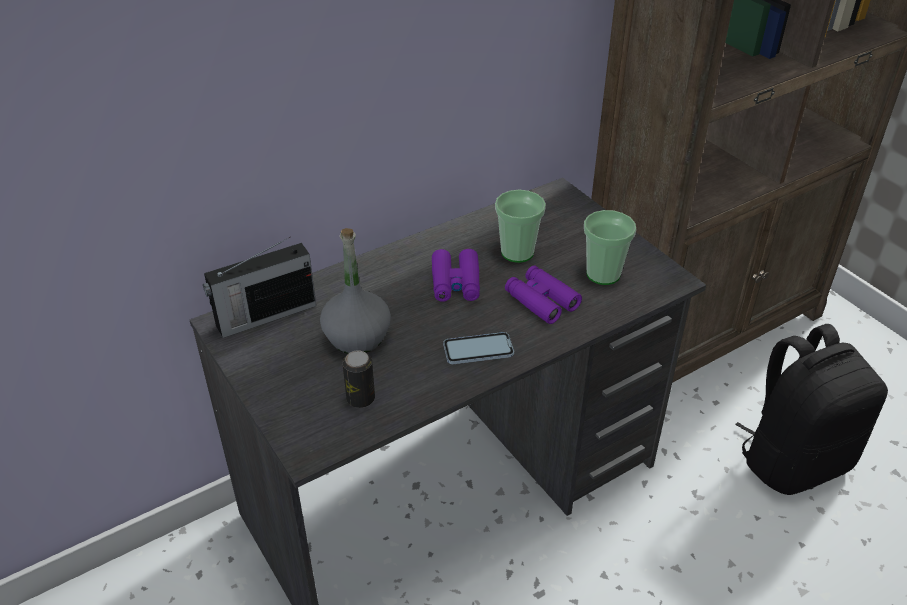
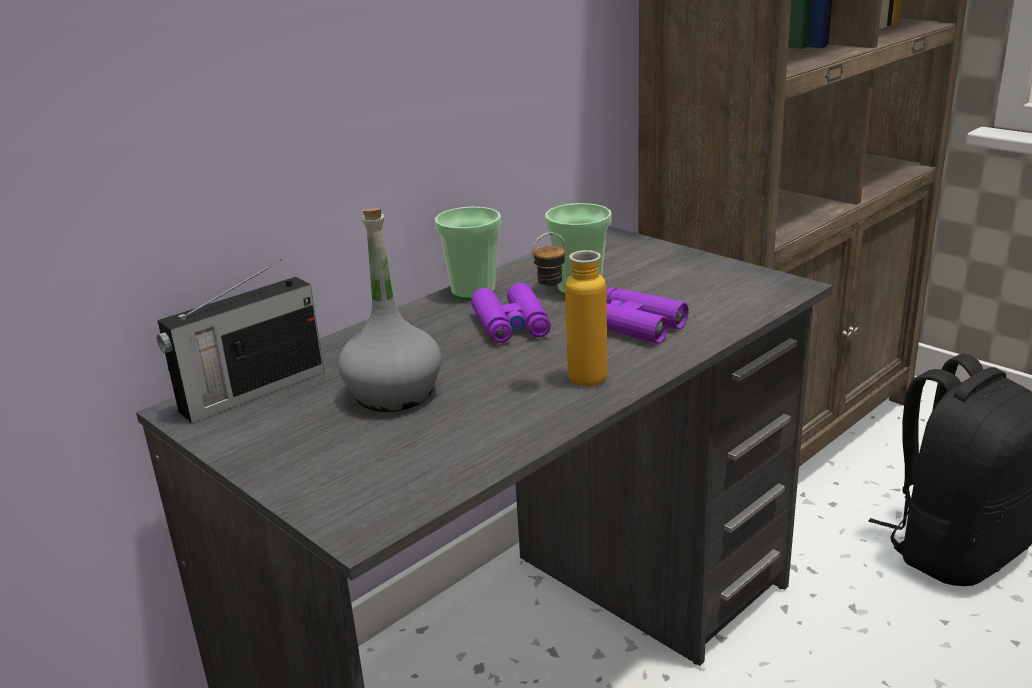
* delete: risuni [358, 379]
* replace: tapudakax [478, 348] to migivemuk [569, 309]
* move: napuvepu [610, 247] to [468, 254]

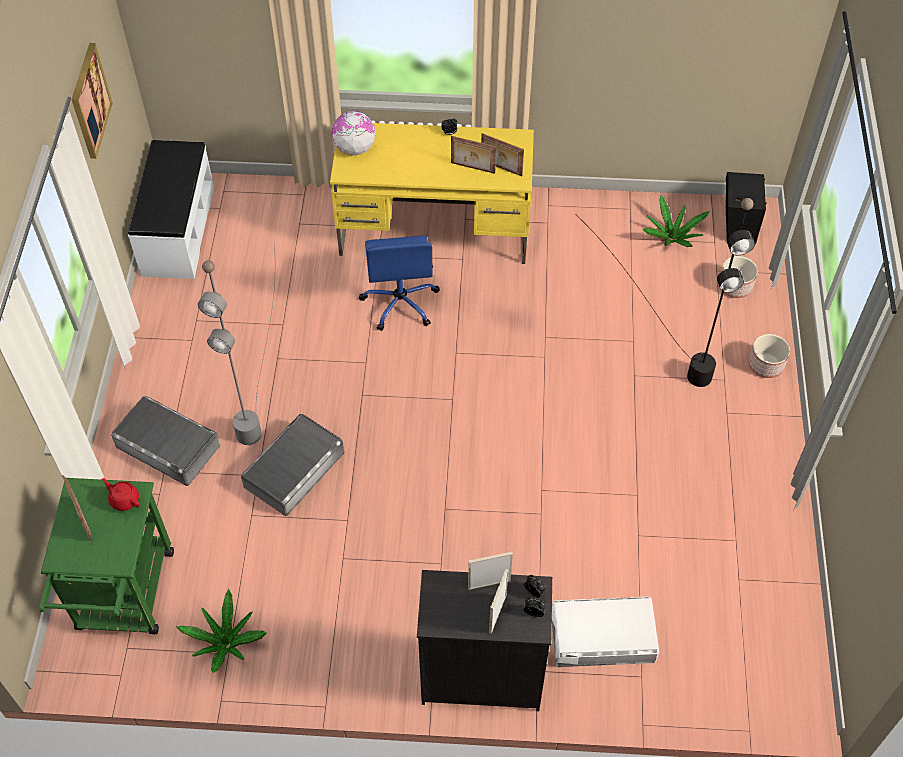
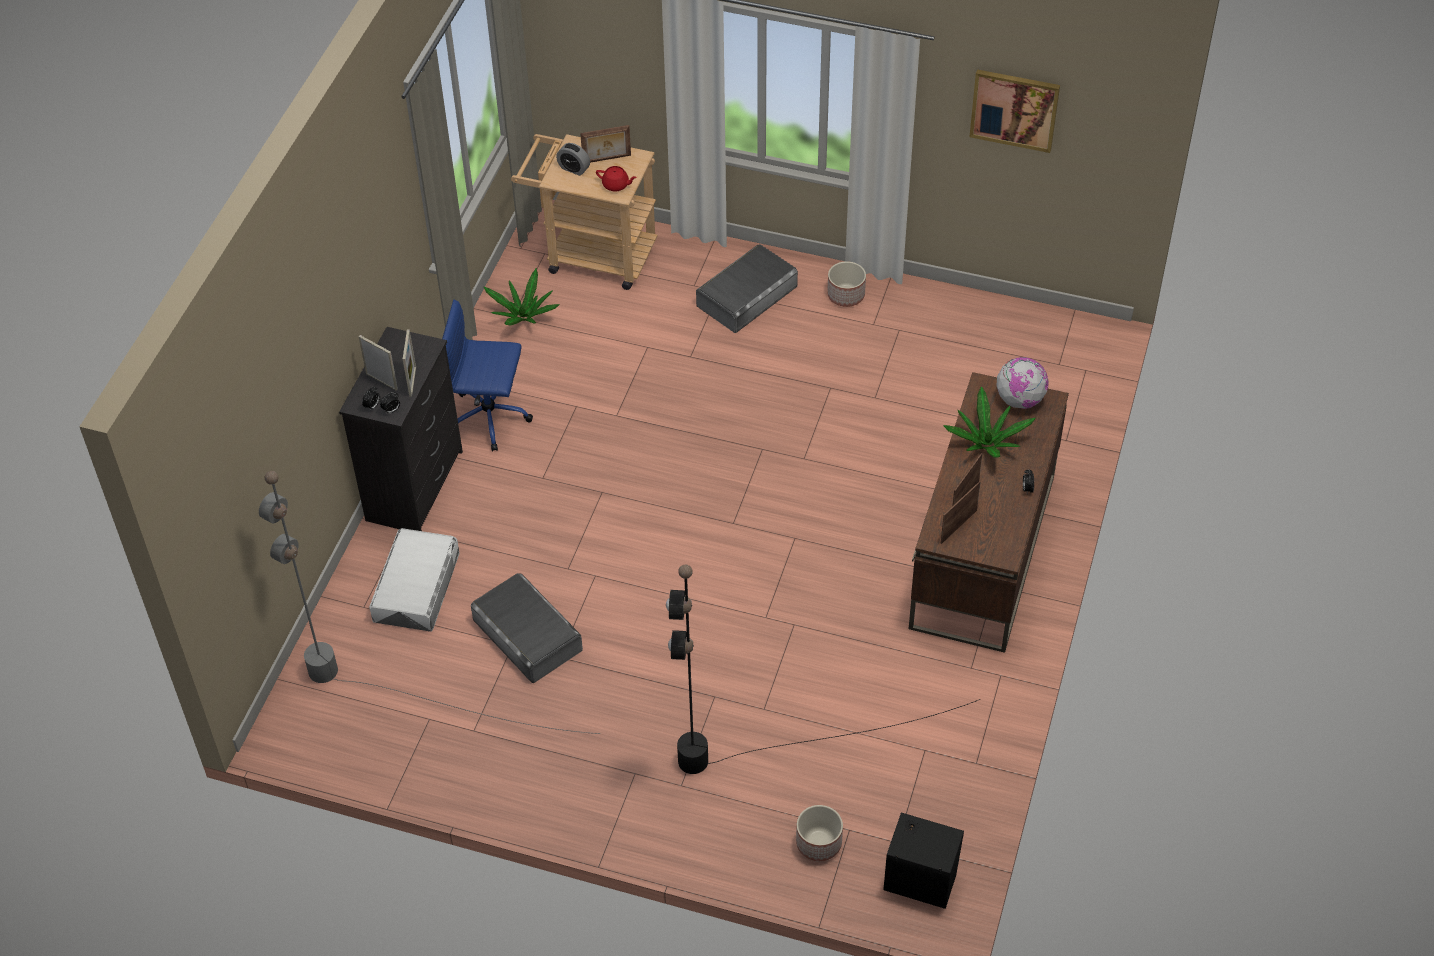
* recolor: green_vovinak [106, 556] to beige_vovinak [584, 212]
* rotate: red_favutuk [121, 494] = [616, 178] 60 degrees clockwise
* delete: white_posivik [171, 209]
* move: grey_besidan [236, 344] to [429, 602]
* move: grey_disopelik [292, 465] to [527, 628]
* recolor: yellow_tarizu [432, 193] to brown_tarizu [989, 512]
* move: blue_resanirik [399, 283] to [487, 376]
* move: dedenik [675, 221] to [989, 422]
* move: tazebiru [769, 356] to [846, 284]
* insert: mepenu [573, 159]

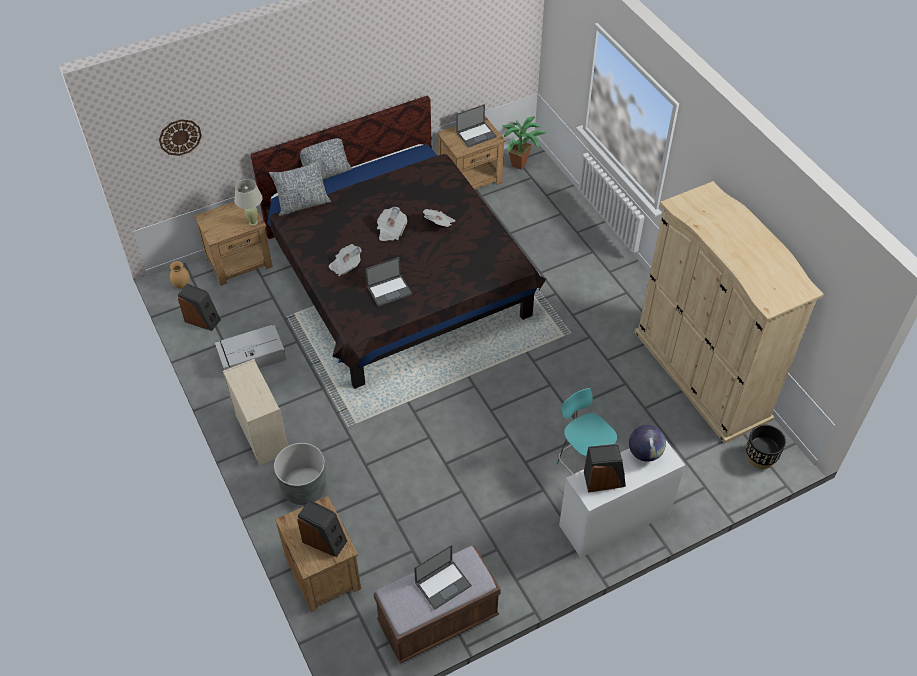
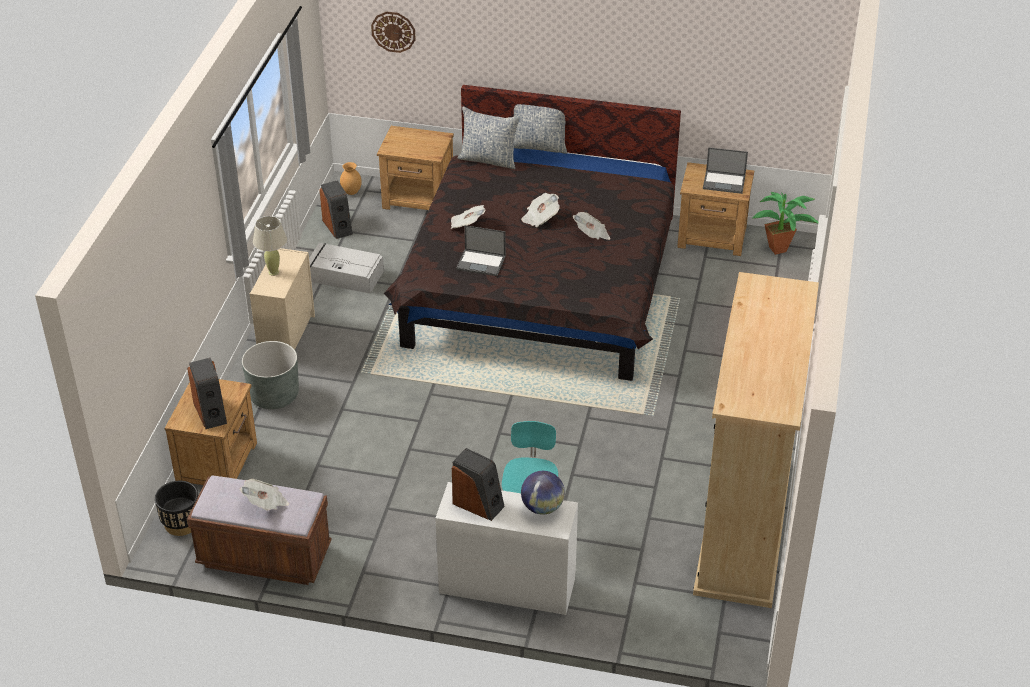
* move: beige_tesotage [248, 202] to [270, 246]
* replace: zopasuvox [443, 577] to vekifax [264, 495]
* move: black_tazebiru [766, 447] to [177, 508]

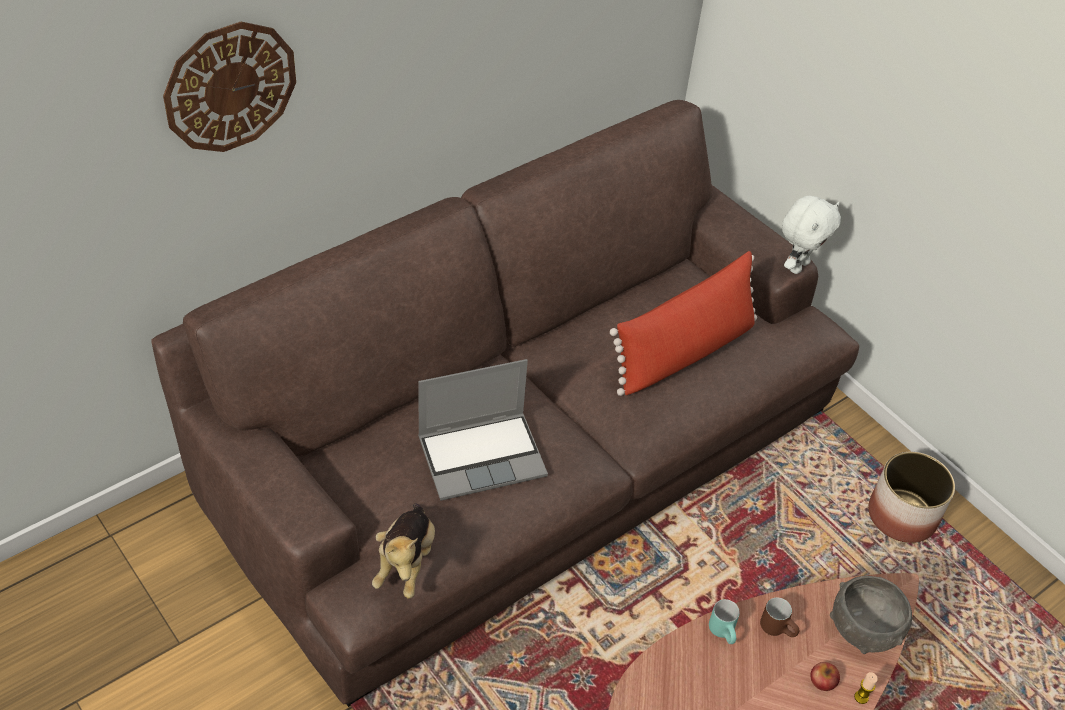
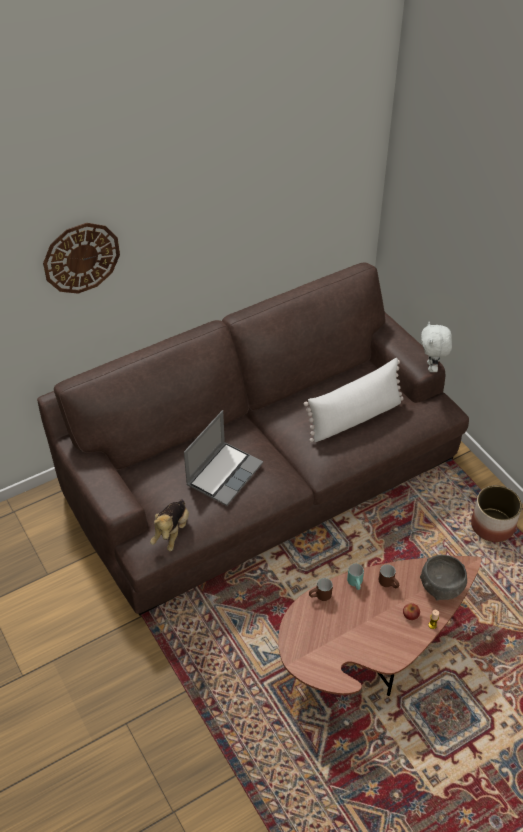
* rotate: zopasuvox [483, 430] = [223, 458] 45 degrees counterclockwise
* recolor: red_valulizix [683, 323] to white_valulizix [354, 400]
* rotate: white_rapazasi [811, 235] = [436, 347] 135 degrees clockwise
* insert: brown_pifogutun [321, 589]

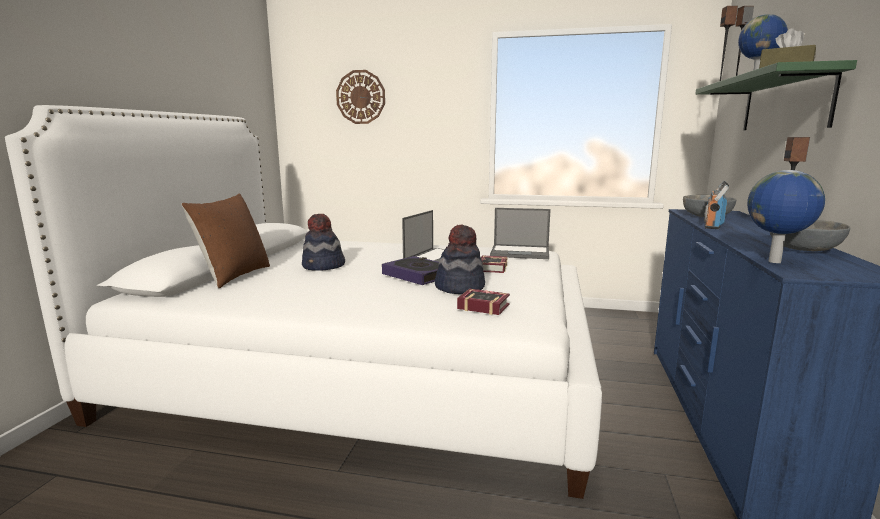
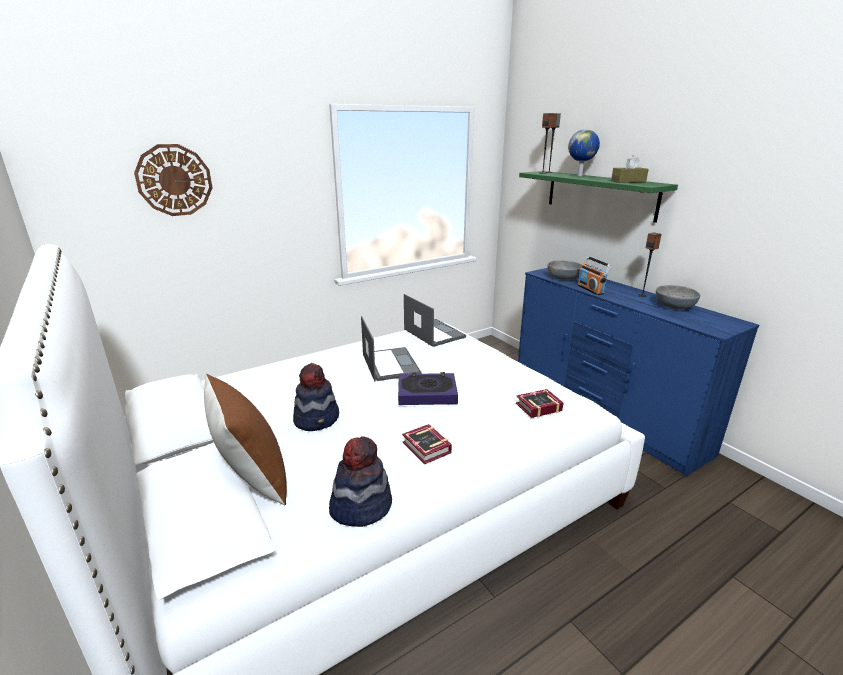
* move: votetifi [460, 259] to [360, 481]
* move: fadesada [494, 264] to [427, 444]
* rotate: zopasuvox [520, 233] = [435, 320] 90 degrees counterclockwise
* delete: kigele [786, 216]

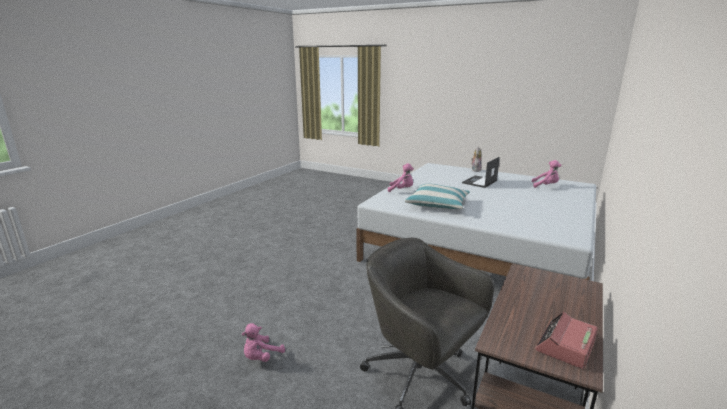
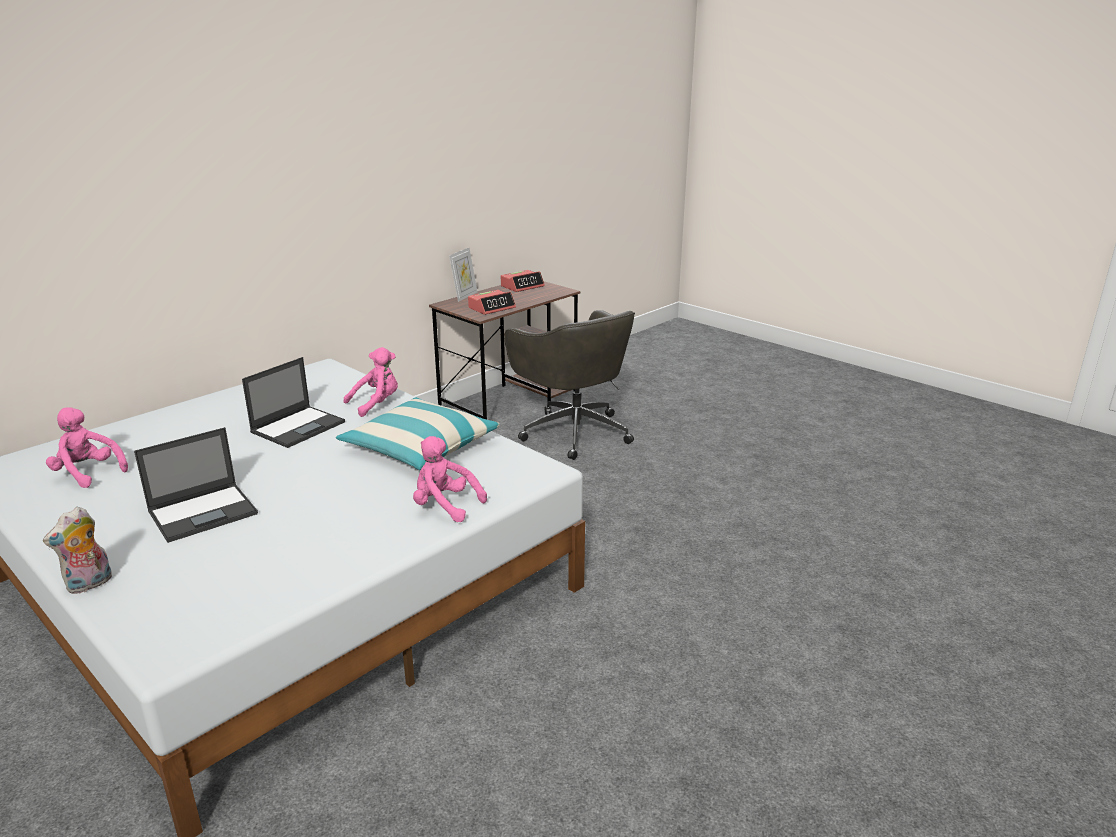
* move: pink_rapazasi [263, 342] to [371, 382]
* insert: zopasuvox [293, 402]
* insert: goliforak [463, 275]
* insert: mepenu [492, 302]

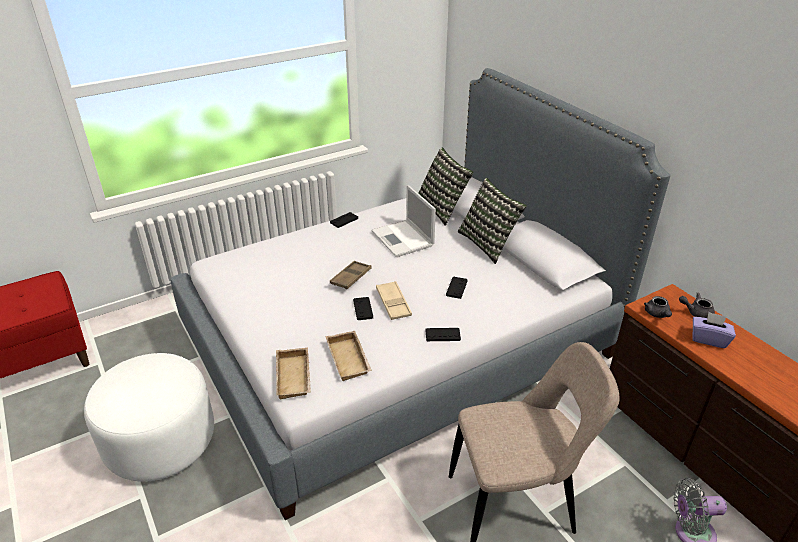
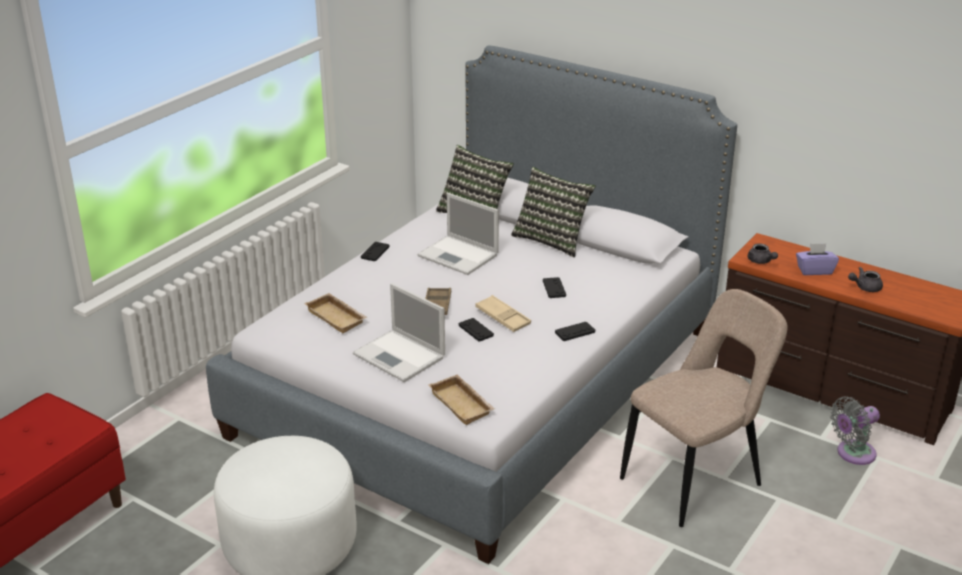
* move: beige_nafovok [349, 356] to [336, 313]
* move: grey_favutuk [697, 305] to [865, 279]
* insert: zopasuvox [399, 332]

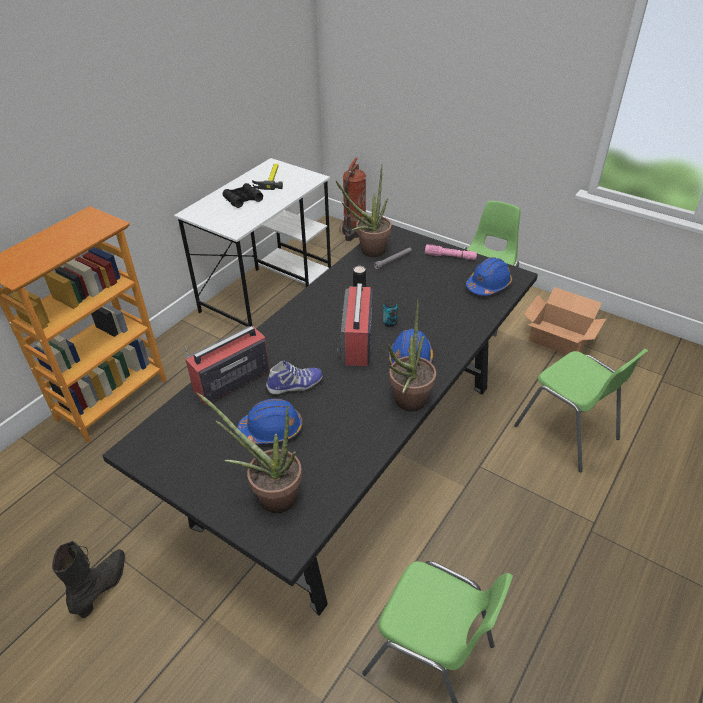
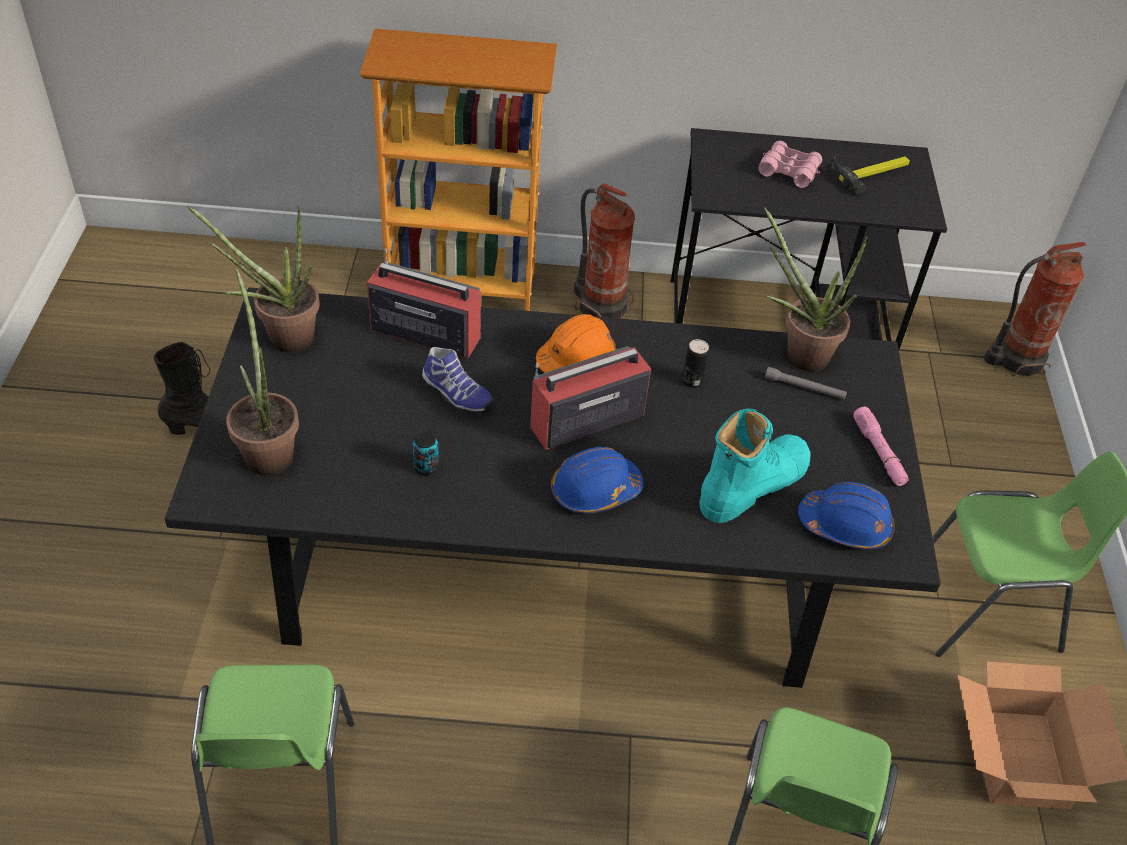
* recolor: white_tarizu [252, 242] to black_tarizu [809, 238]
* recolor: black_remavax [243, 195] to pink_remavax [790, 164]
* delete: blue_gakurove [270, 421]
* move: risuni [390, 313] to [426, 453]
* move: dedenik [412, 355] to [253, 279]
* insert: orange_gakurove [576, 343]
* insert: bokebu [604, 251]
* insert: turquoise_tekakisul [755, 466]

